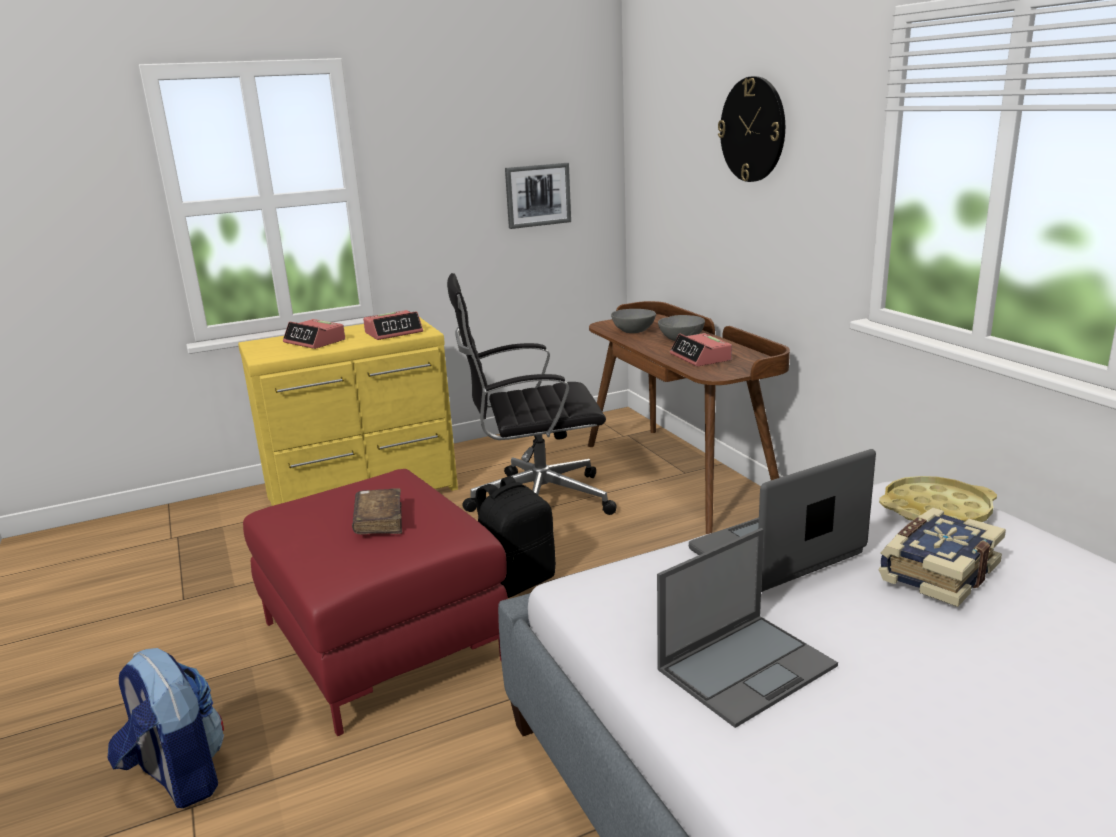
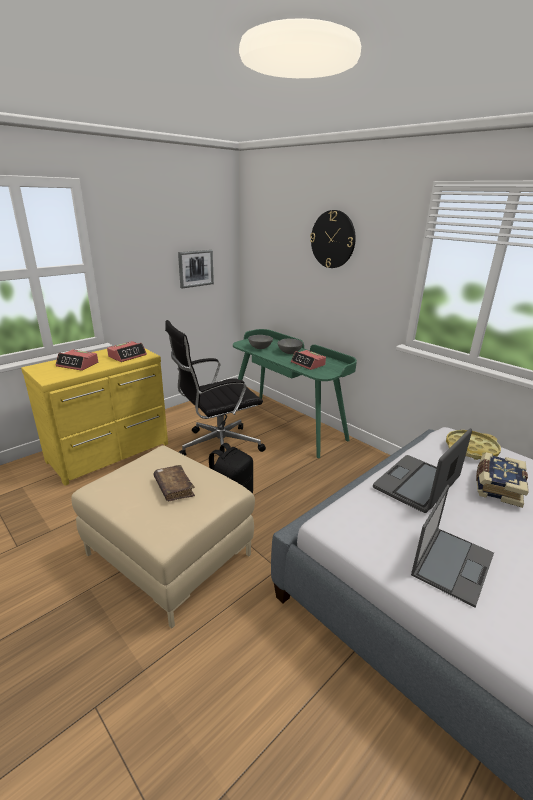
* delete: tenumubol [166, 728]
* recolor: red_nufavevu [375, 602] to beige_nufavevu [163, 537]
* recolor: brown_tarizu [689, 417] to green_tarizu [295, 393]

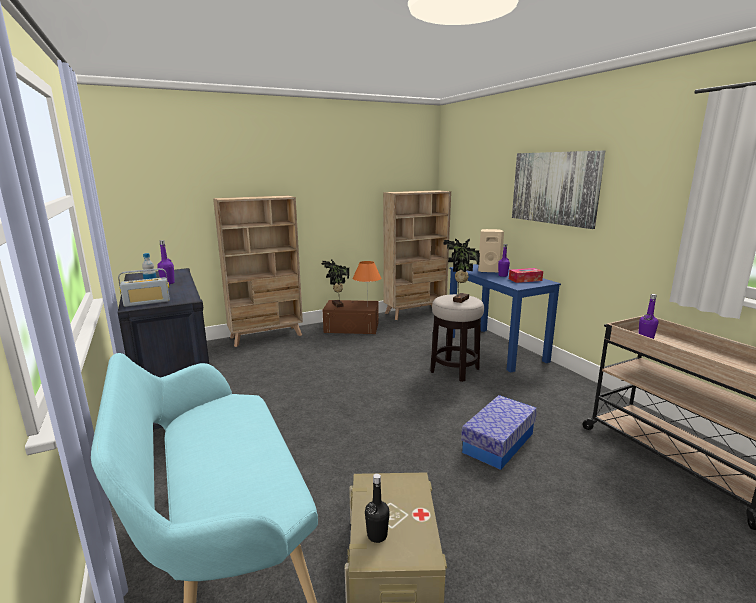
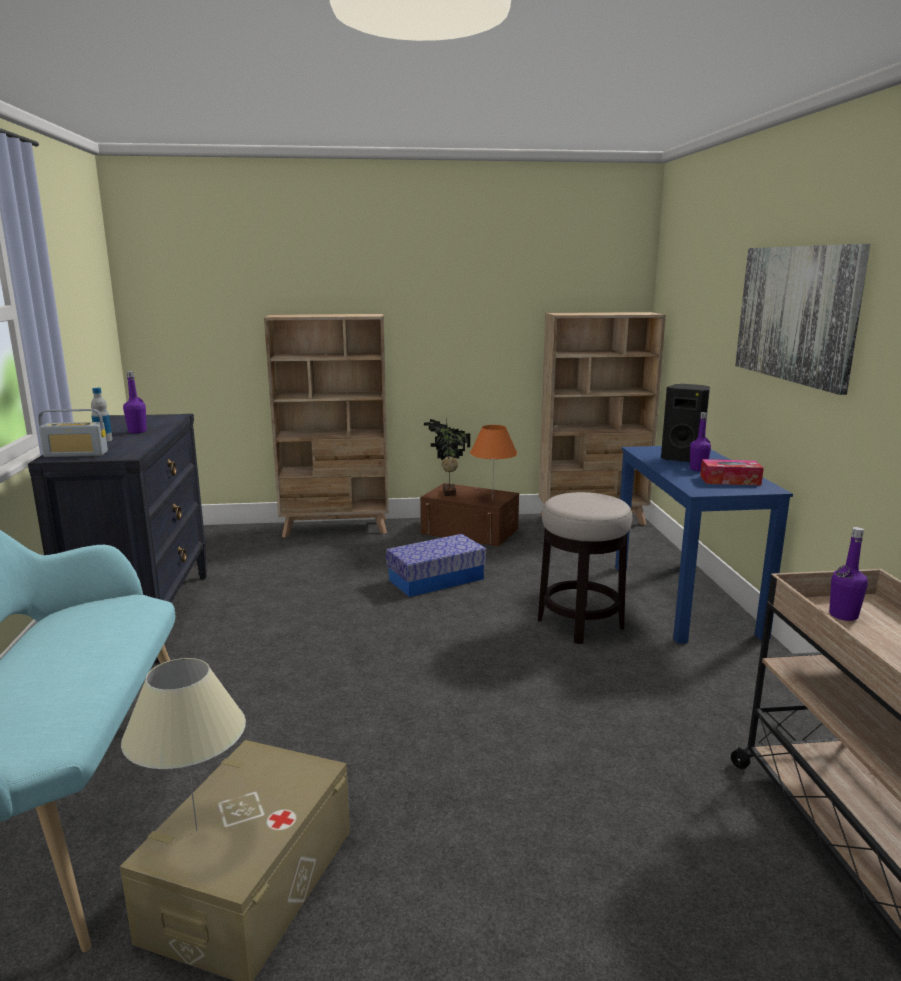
* replace: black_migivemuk [377, 508] to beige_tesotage [183, 744]
* delete: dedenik [461, 271]
* move: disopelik [499, 432] to [436, 565]
* recolor: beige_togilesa [491, 251] to black_togilesa [685, 423]

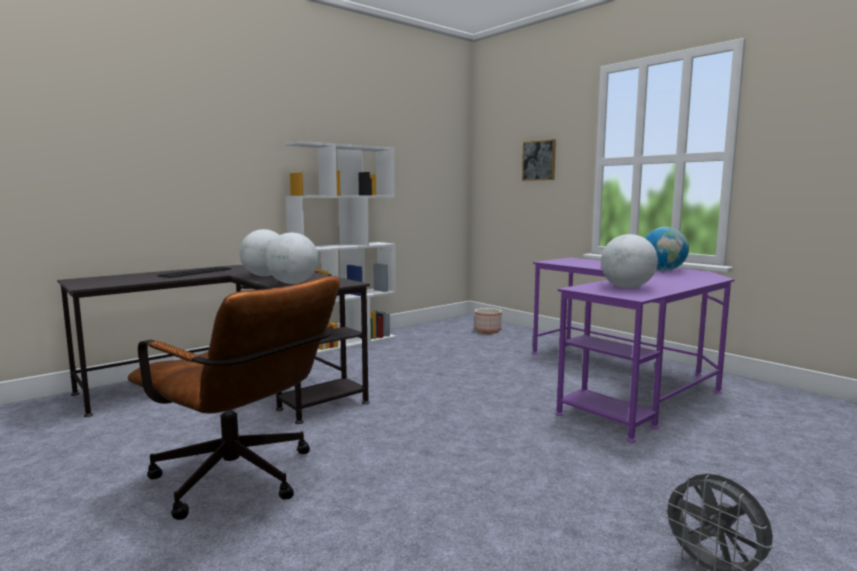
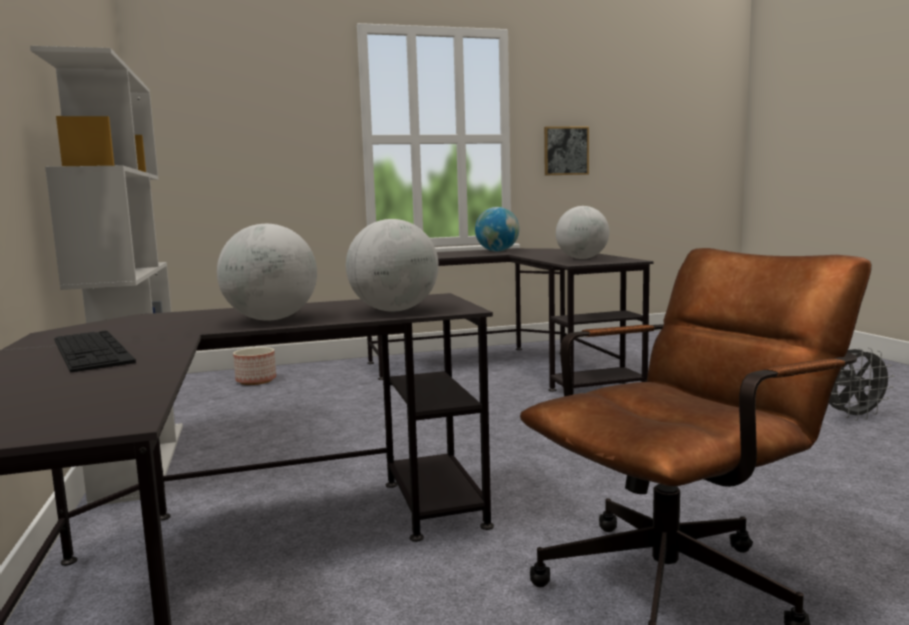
* move: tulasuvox [539, 160] to [566, 151]
* recolor: purple_tarizu [633, 349] to black_tarizu [510, 320]

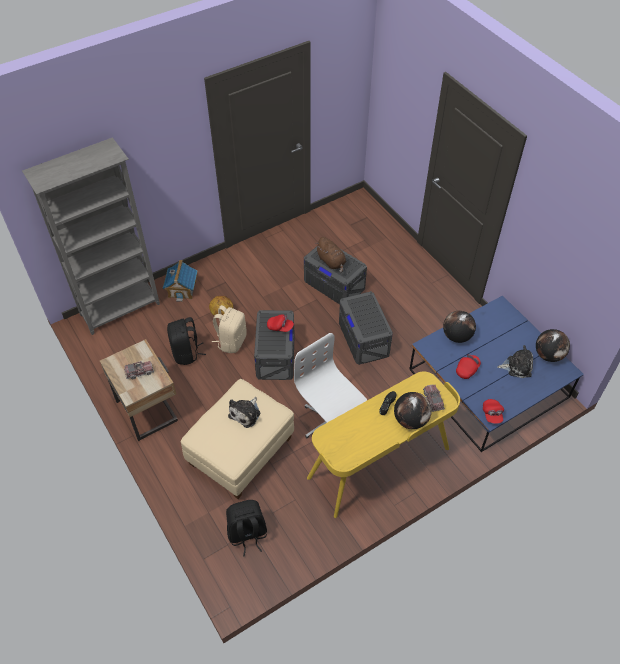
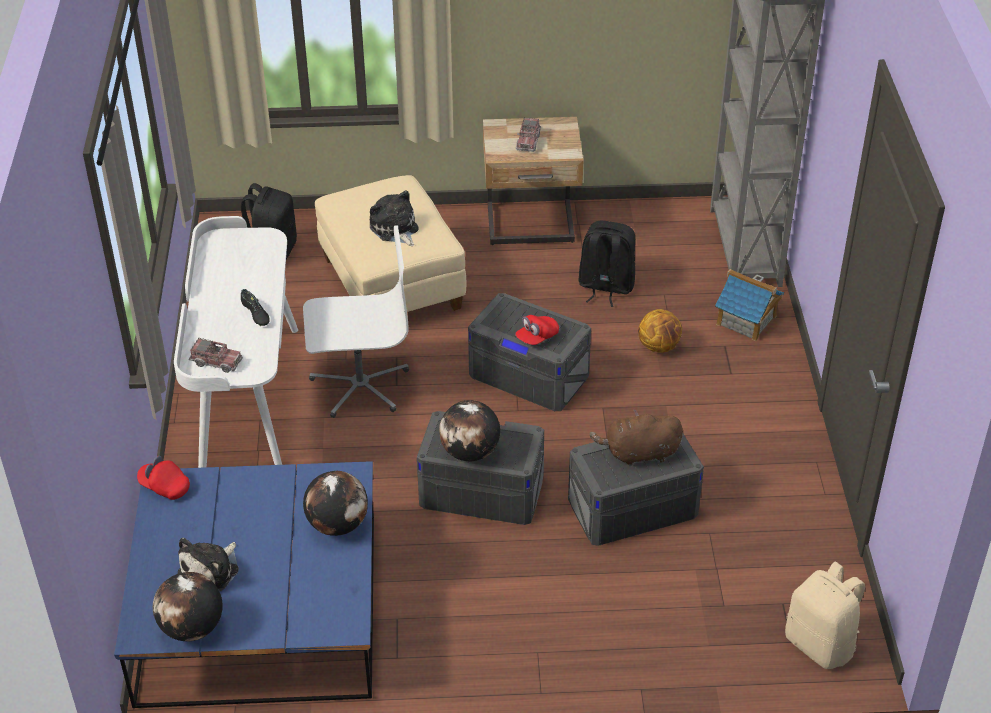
* move: beige_tenumubol [229, 329] to [825, 615]
* recolor: yellow_tarizu [383, 444] to white_tarizu [236, 342]
* move: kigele [413, 410] to [469, 430]
* delete: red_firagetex [468, 366]

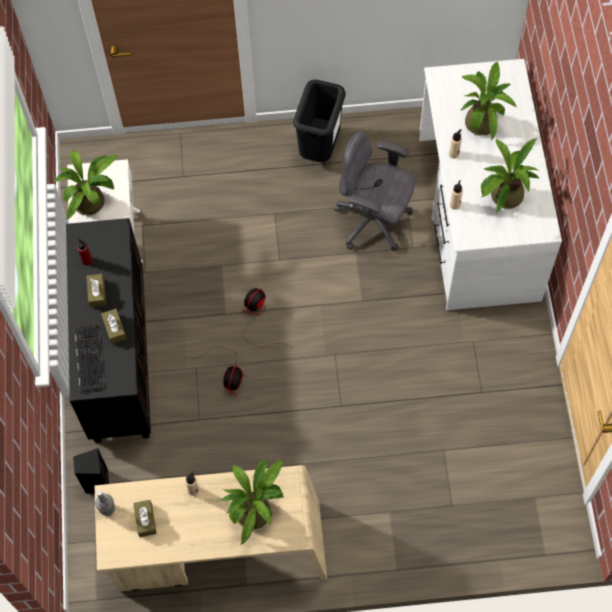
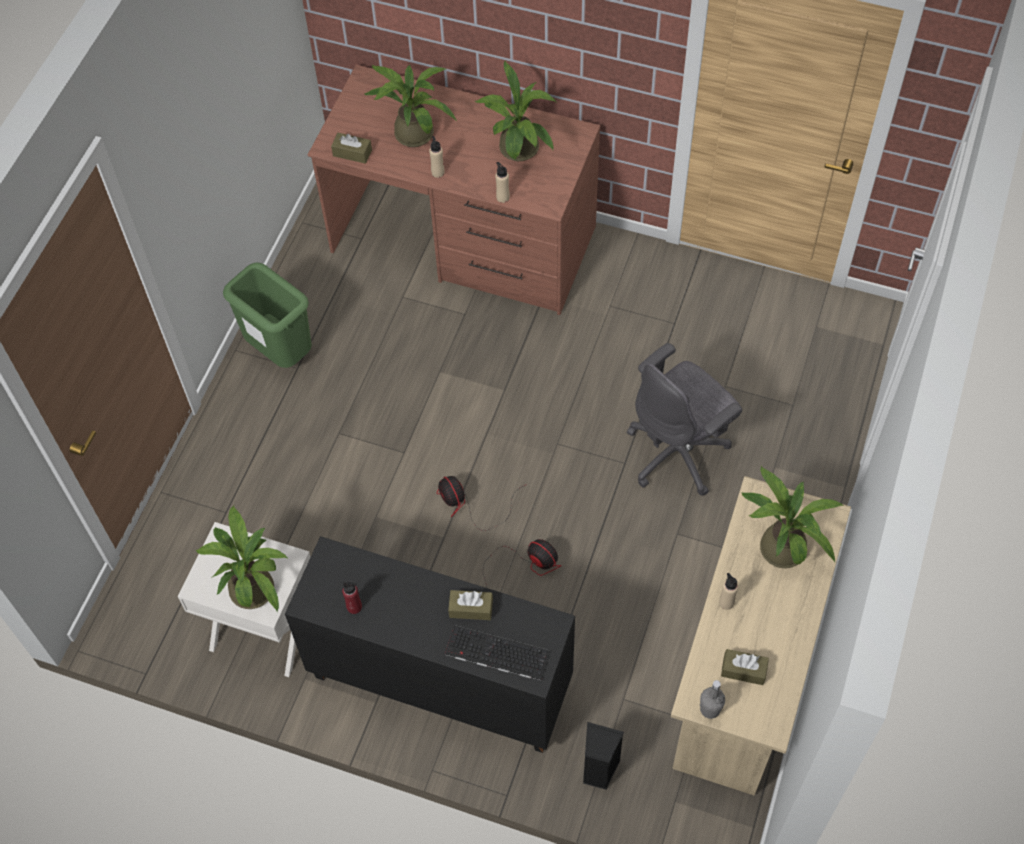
* move: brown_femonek [96, 291] to [351, 148]
* recolor: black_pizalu [319, 121] to green_pizalu [267, 315]
* move: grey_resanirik [375, 190] to [684, 419]
* recolor: white_tarizu [490, 184] to brown_tarizu [454, 190]

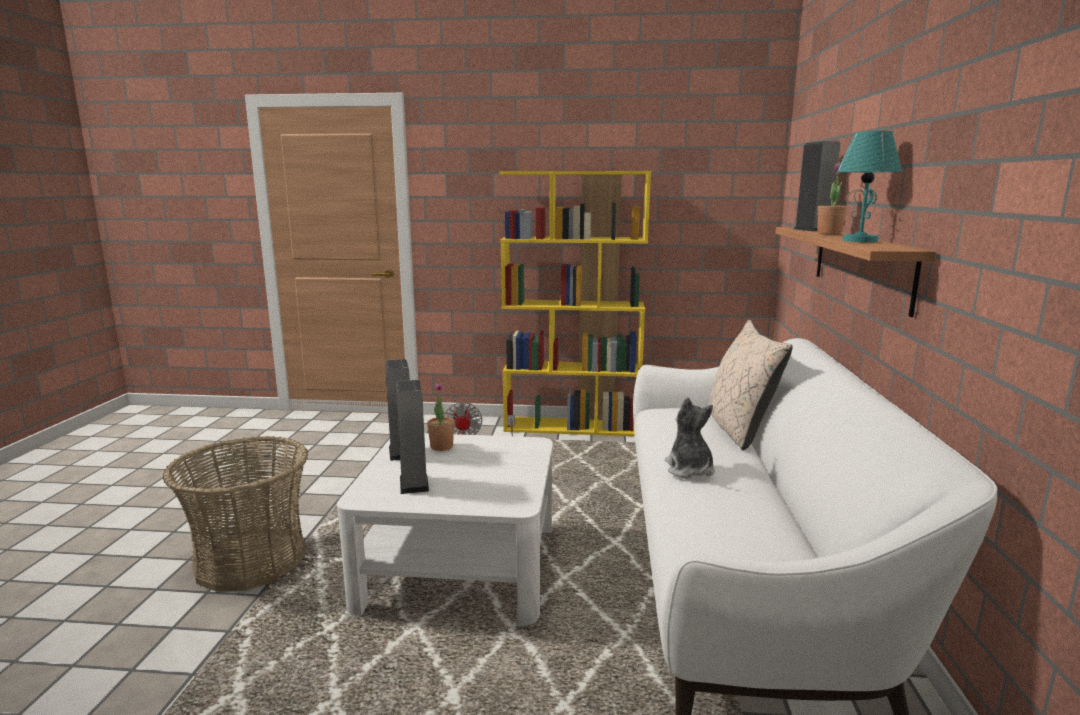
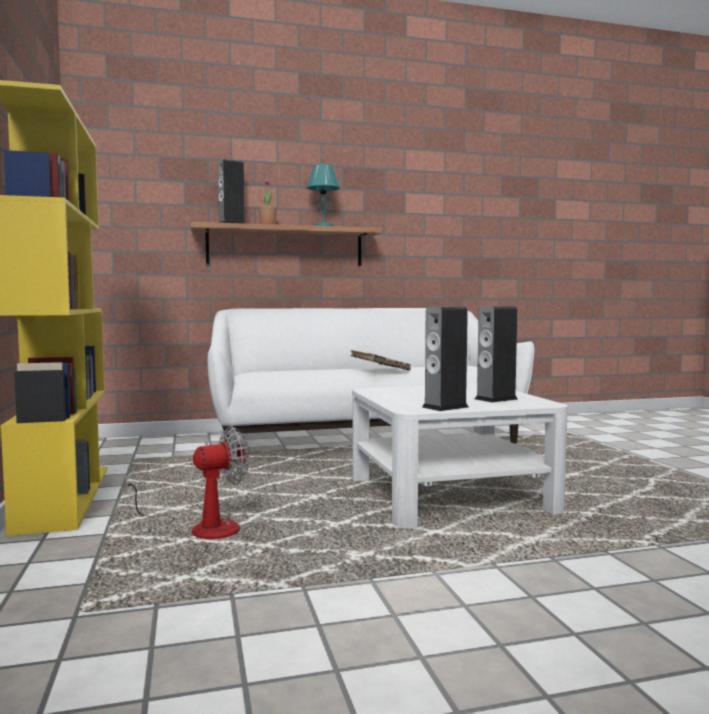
* delete: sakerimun [235, 514]
* delete: dedenik [441, 416]
* replace: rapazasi [690, 437] to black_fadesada [381, 360]
* delete: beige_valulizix [750, 385]

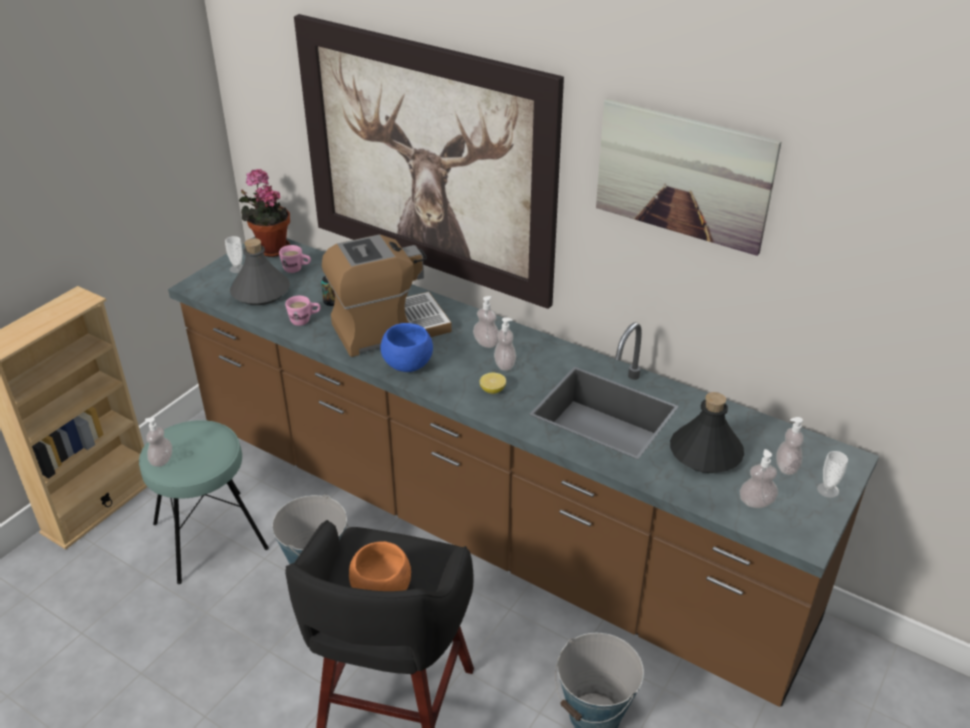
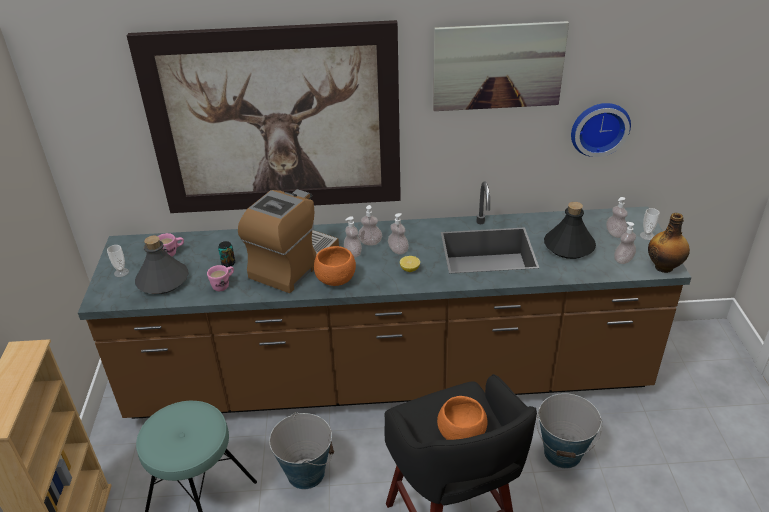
* move: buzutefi [158, 442] to [353, 237]
* delete: dedenik [264, 213]
* recolor: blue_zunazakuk [406, 347] to orange_zunazakuk [335, 266]
* insert: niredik [601, 130]
* insert: migivemuk [669, 243]

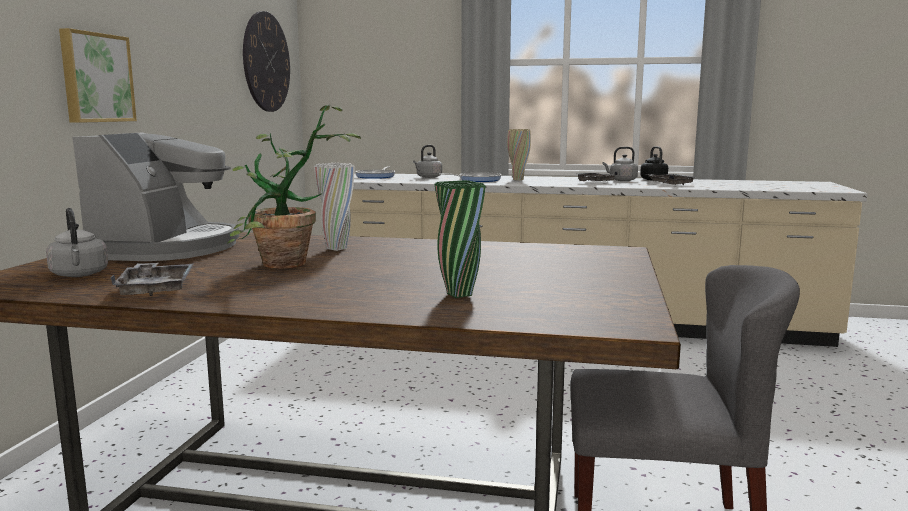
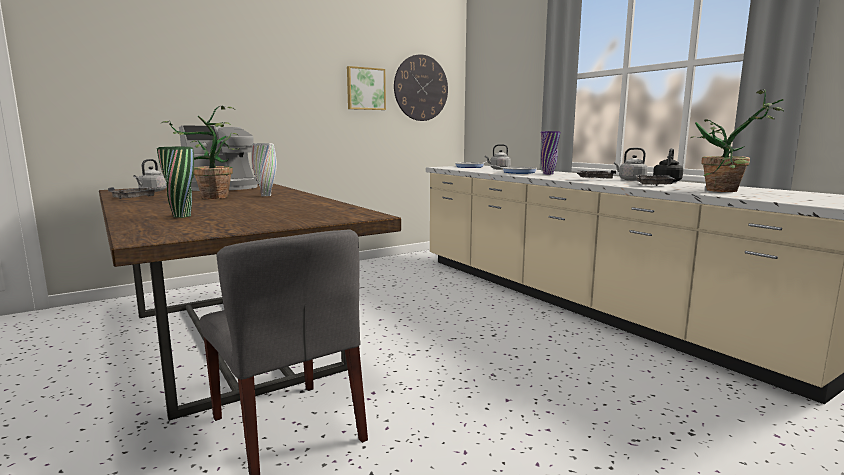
* move: tulasuvox [98, 75] to [366, 88]
* recolor: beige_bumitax [519, 154] to purple_bumitax [550, 153]
* insert: dedenik [737, 140]

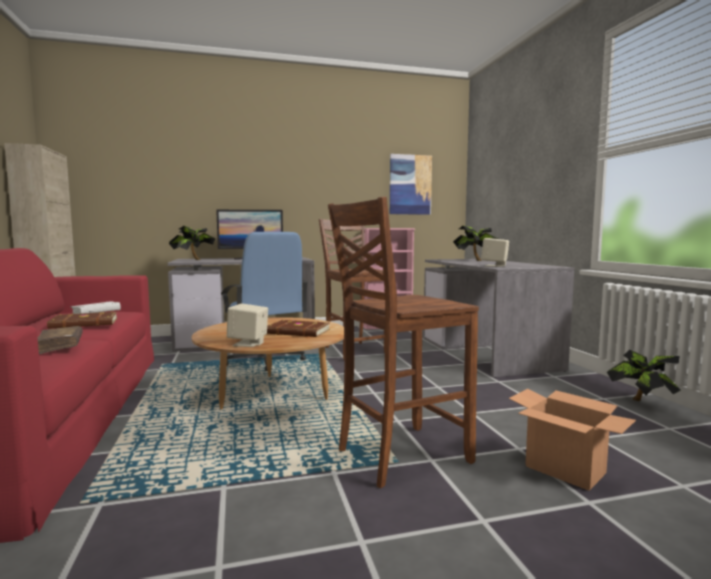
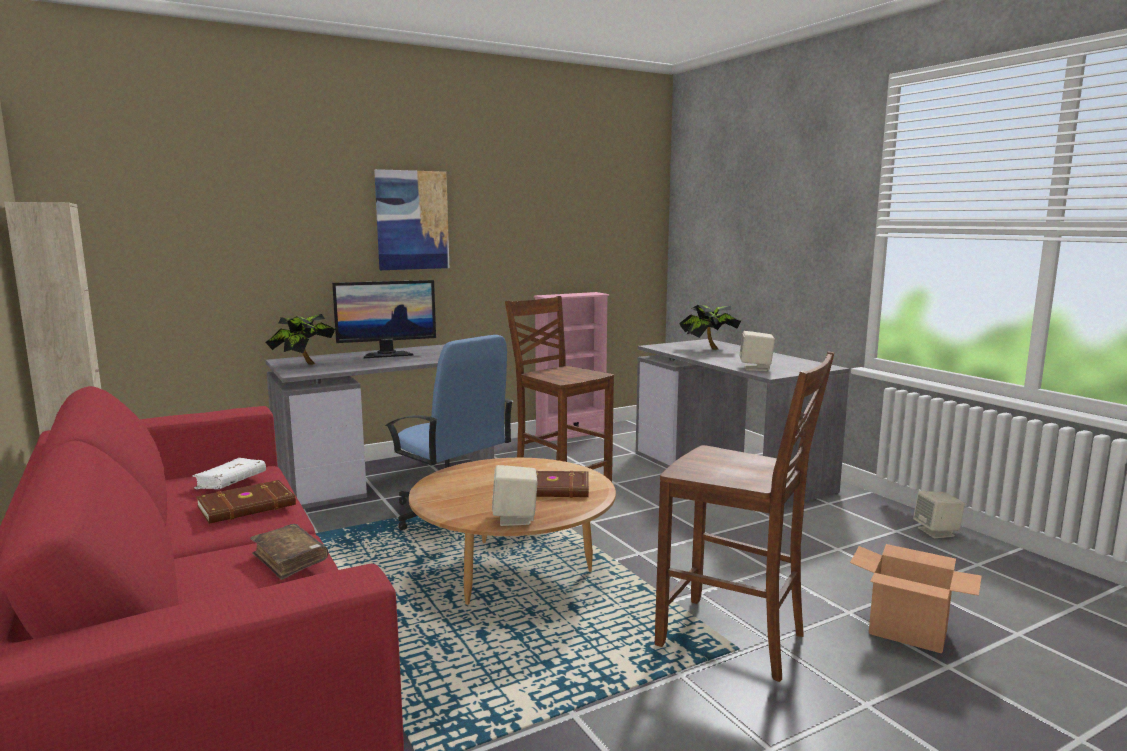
* rotate: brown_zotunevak [403, 342] = [744, 516] 105 degrees counterclockwise
* move: tulasuvox [411, 184] to [411, 219]
* replace: dedenik [644, 375] to beige_togilesa [939, 514]

